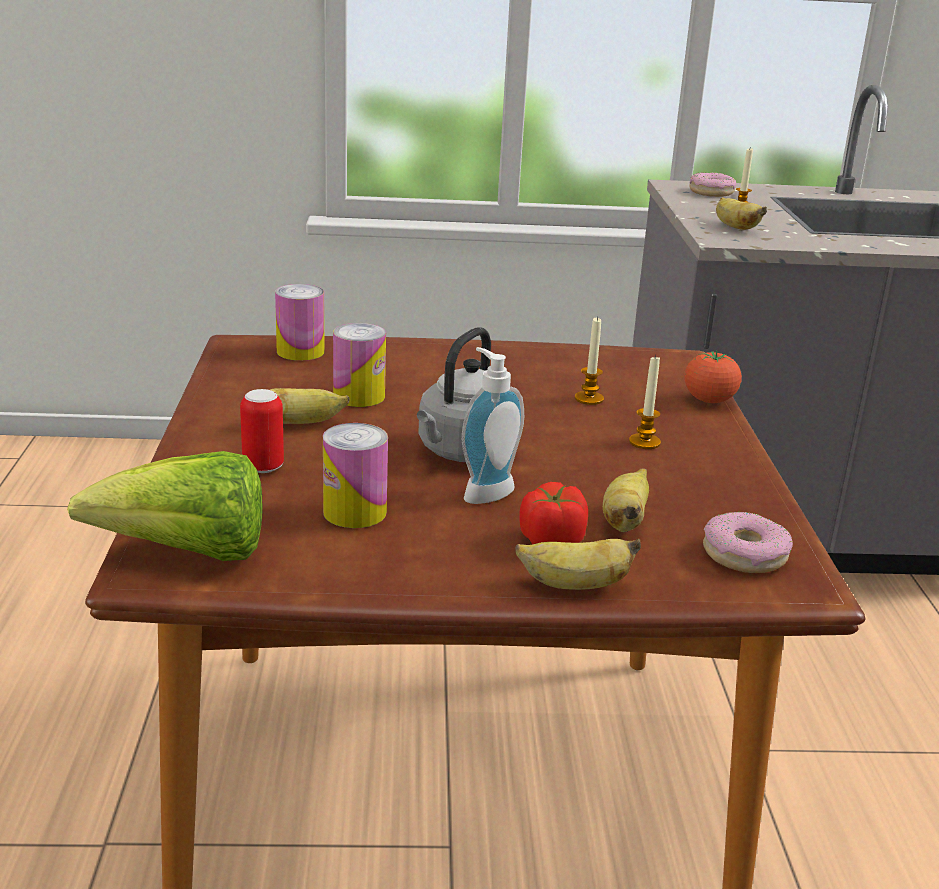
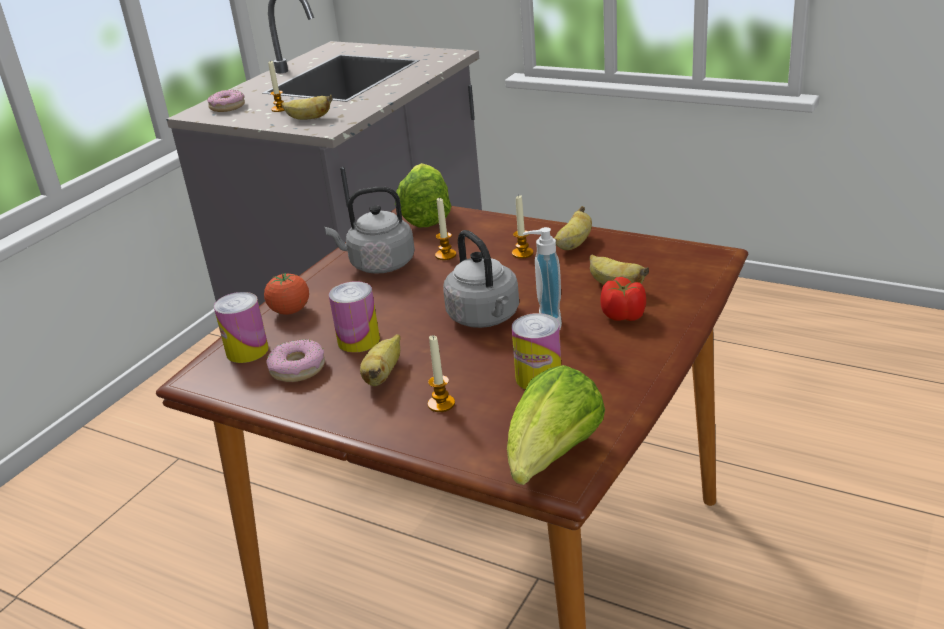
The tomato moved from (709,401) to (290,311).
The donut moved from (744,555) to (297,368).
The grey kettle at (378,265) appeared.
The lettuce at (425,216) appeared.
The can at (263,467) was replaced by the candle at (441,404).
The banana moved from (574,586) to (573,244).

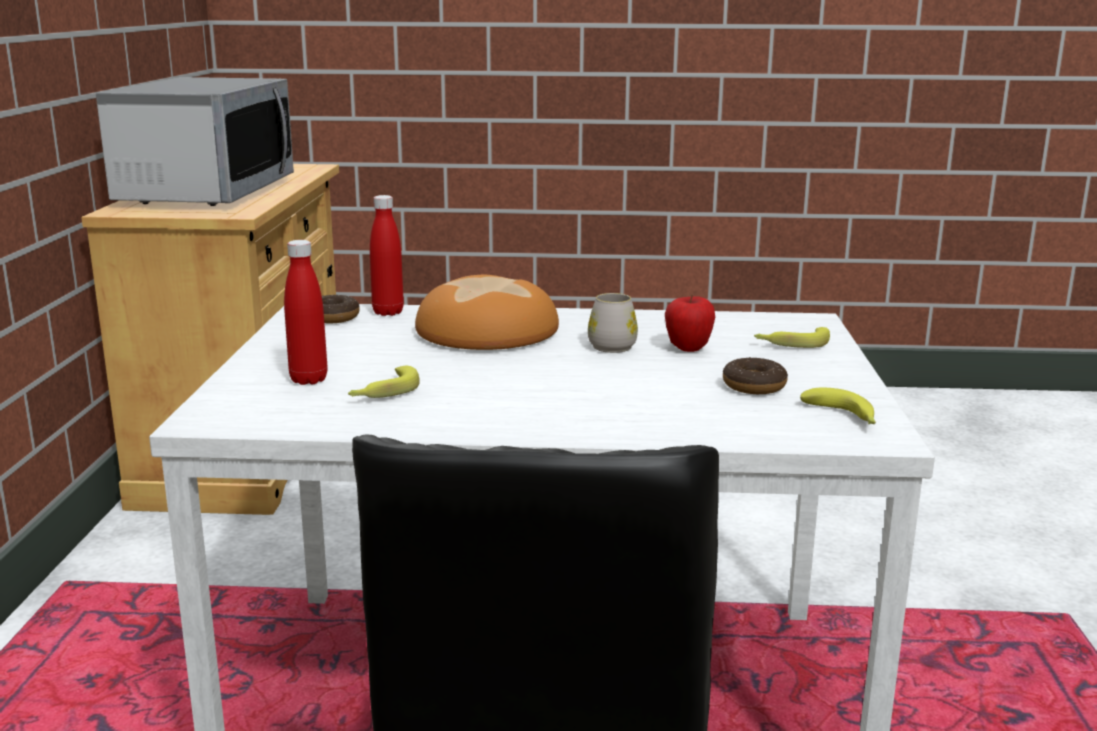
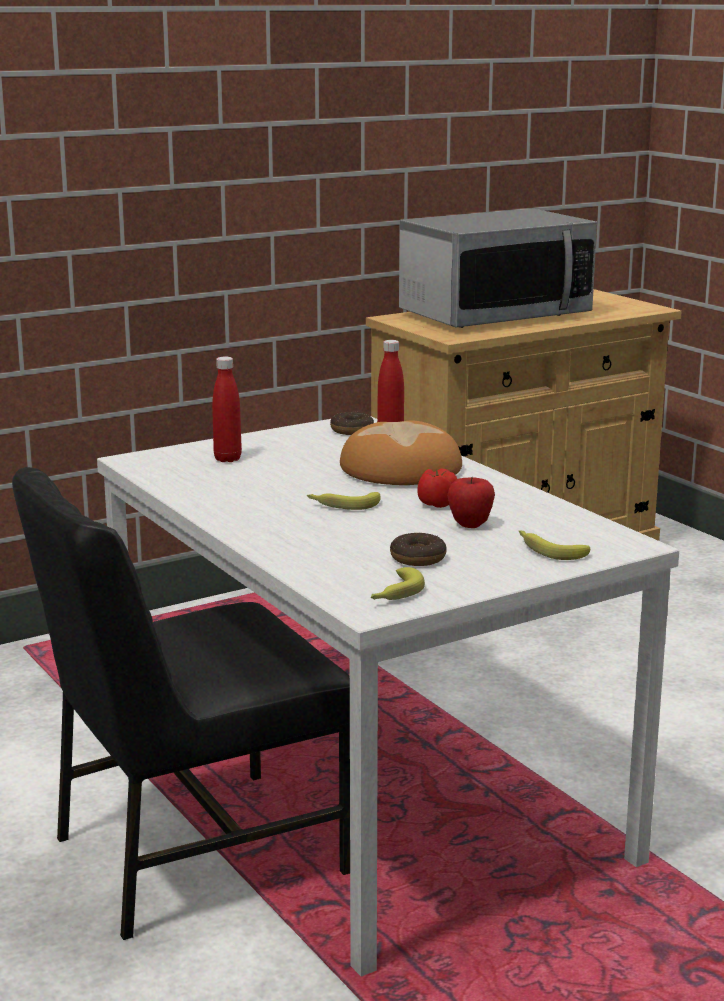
The banana moved from (383,392) to (343,505).
The white mug at (612,345) was replaced by the tomato at (436,504).

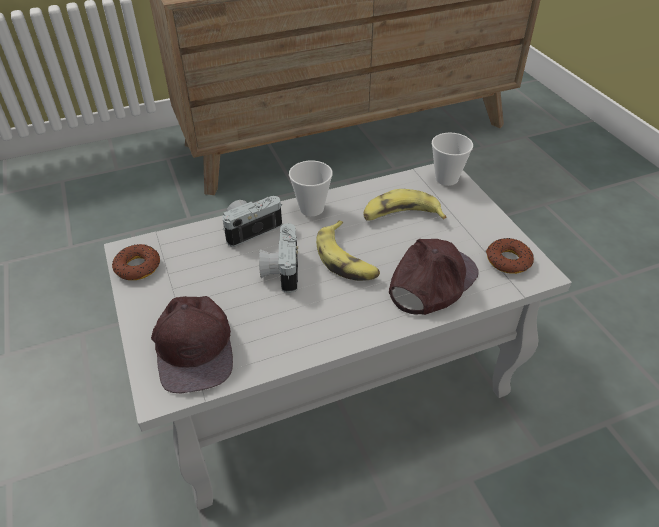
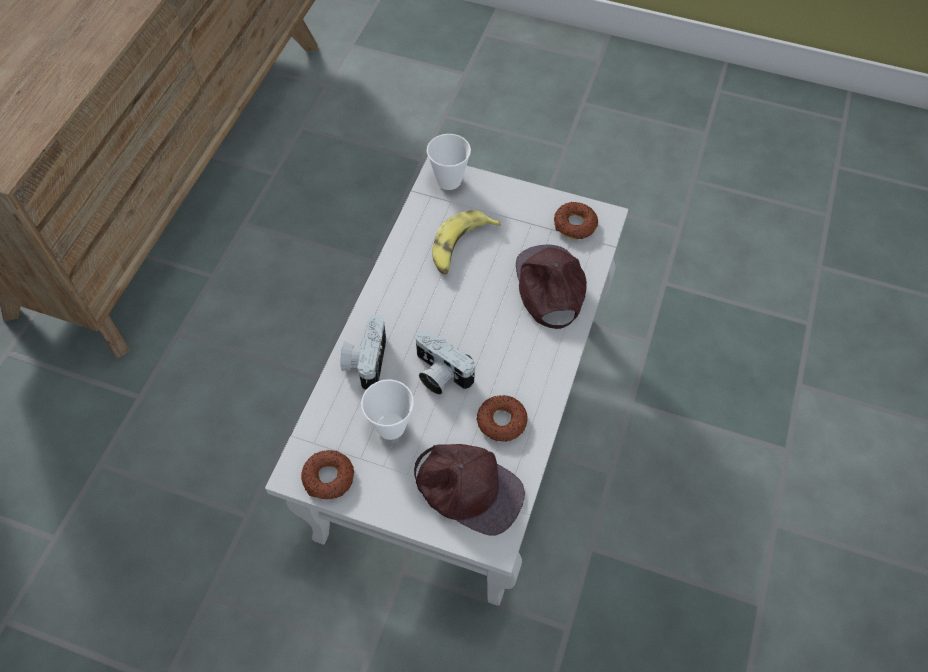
The cup moved from (311,208) to (390,426).
The donut at (501,421) appeared.
The banana at (347,260) disappeared.

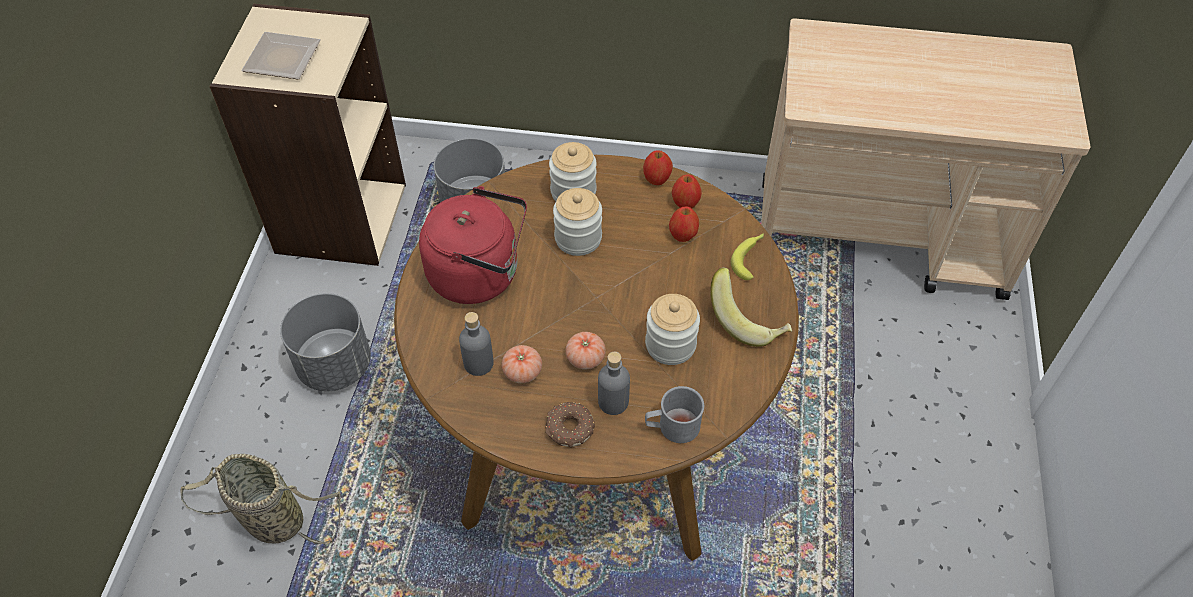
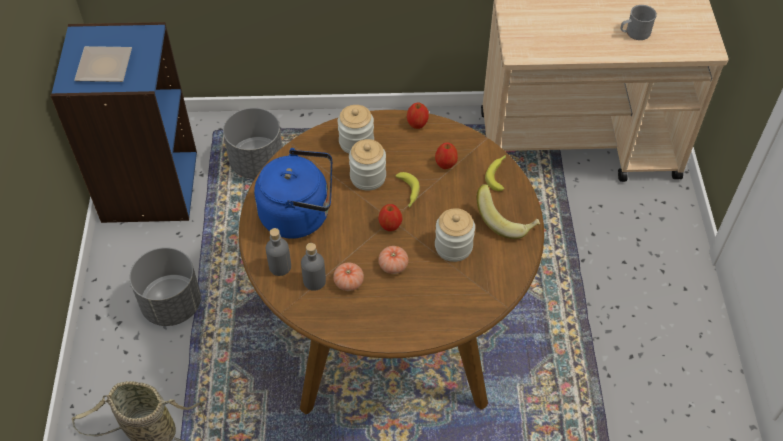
The beige bookcase at (340,218) became the blue bookcase at (148,186).
The red kettle at (480,274) became the blue kettle at (300,214).
The grey bottle moved from (613,402) to (280,266).
The apple moved from (685,203) to (390,225).
The banana at (407,193) appeared.
The grey mug moved from (672,427) to (634,33).
The donut at (569,428) disappeared.

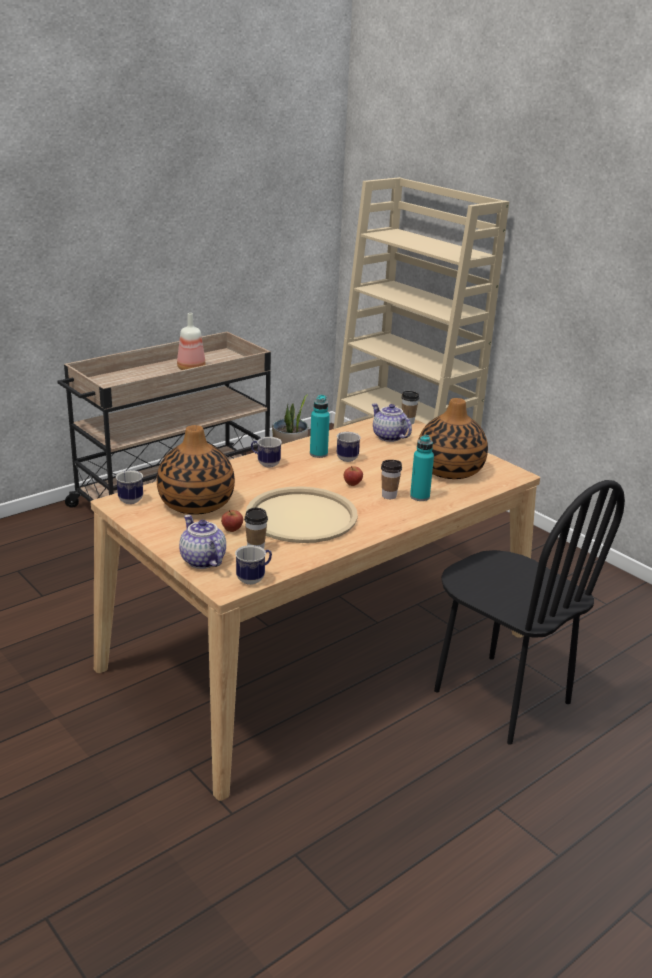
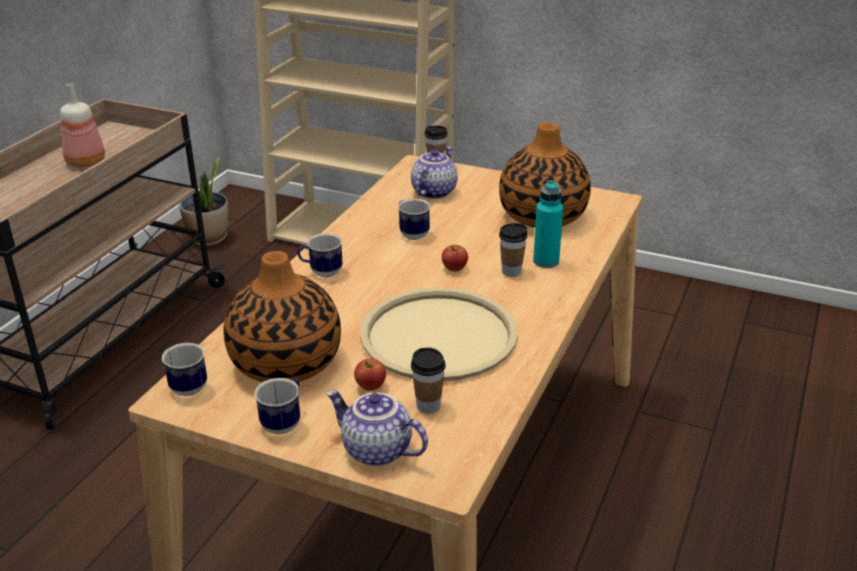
The mug moved from (254,578) to (284,422).
The teapot at (388,437) turned 90 degrees clockwise.
The turquoise bottle at (318,454) disappeared.
The black chair at (501,697) disappeared.

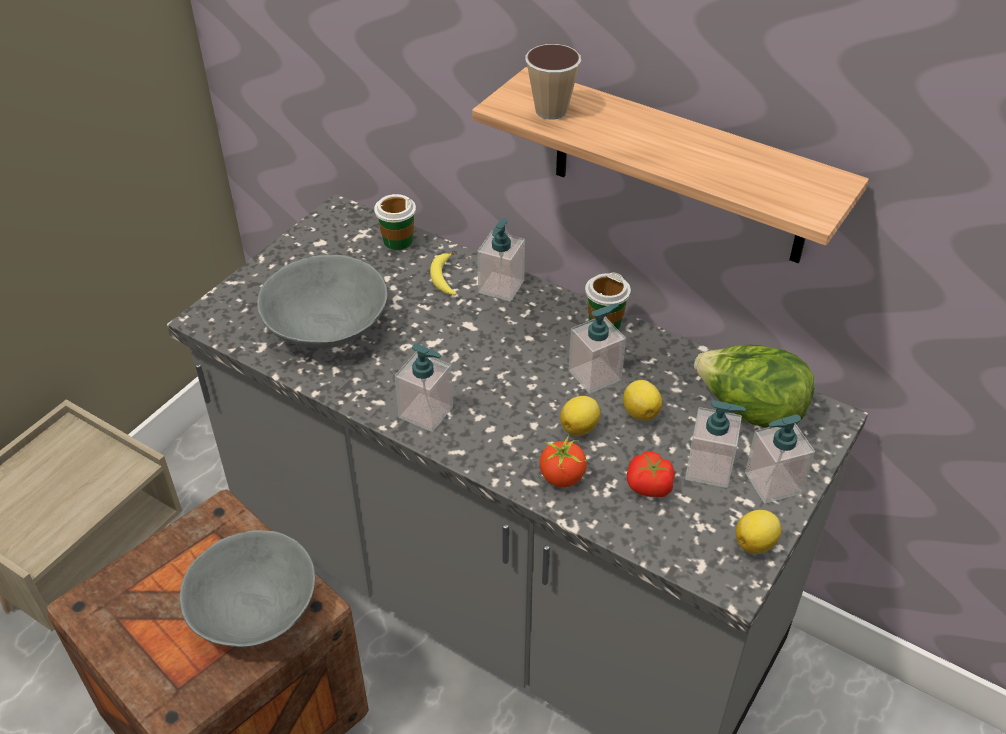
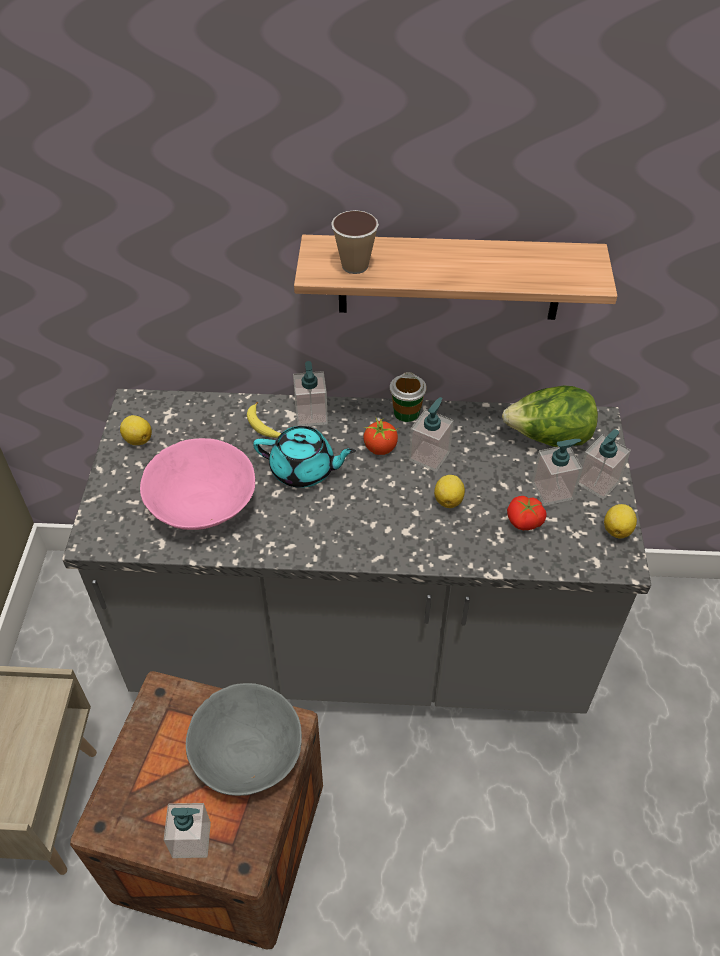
The lemon moved from (640,412) to (138,439).
The grey bowl at (327,327) became the pink bowl at (202,504).
The soap dispenser moved from (426,412) to (192,840).
The turquoise teapot at (304,470) appeared.
The tomato moved from (562,477) to (380,448).
The cup at (397,241) disappeared.

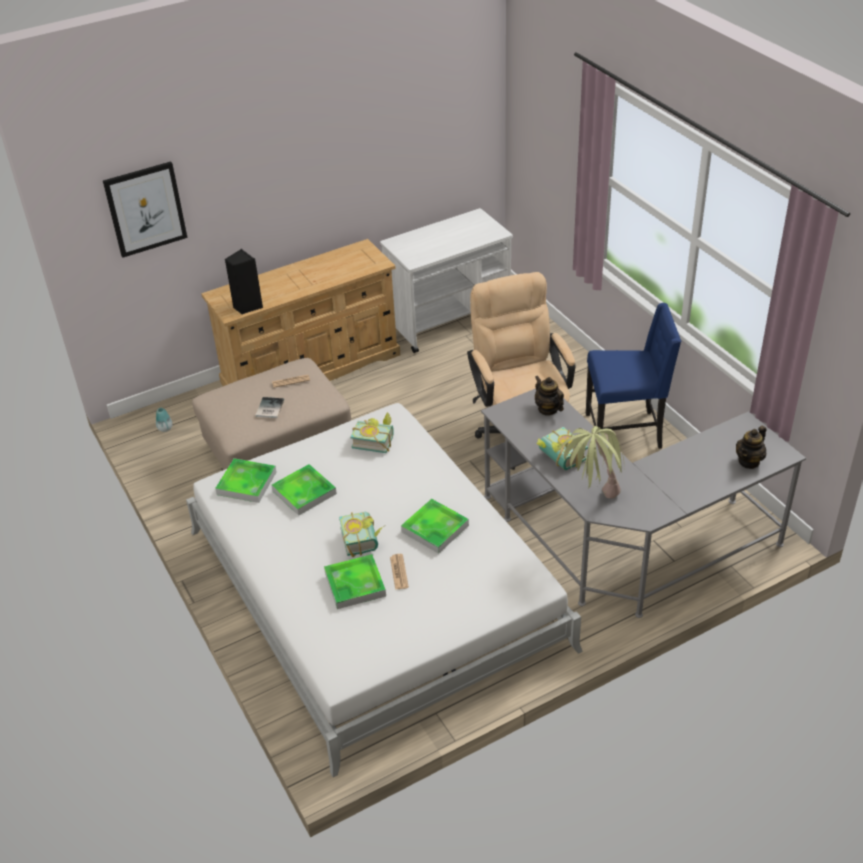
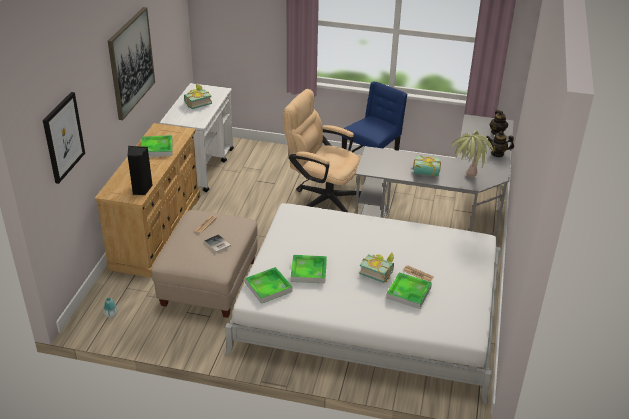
The picture at (131,62) appeared.
The tray moved from (435,528) to (157,148).
The book moved from (374,440) to (197,103).
The teapot moved from (548,409) to (497,153).

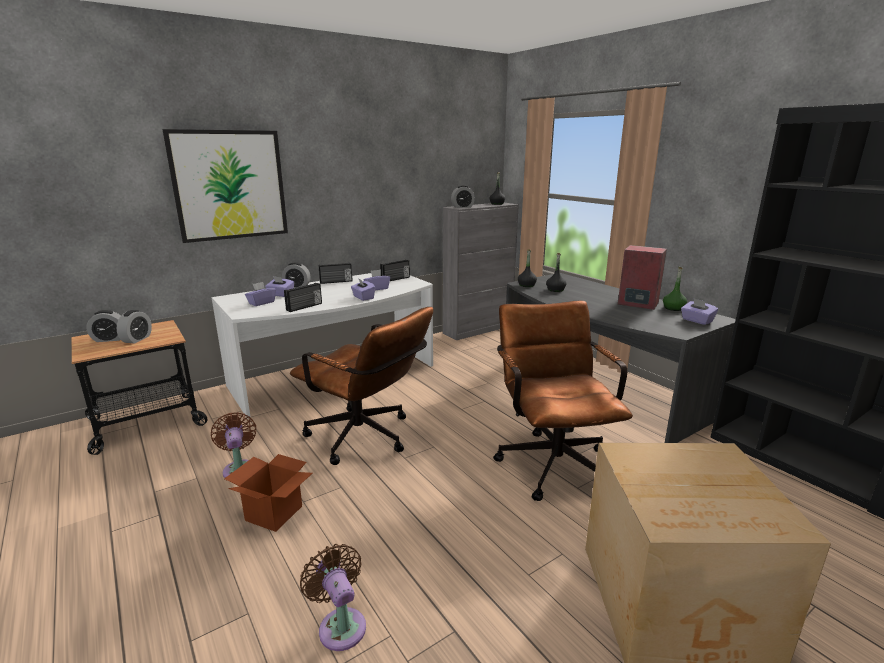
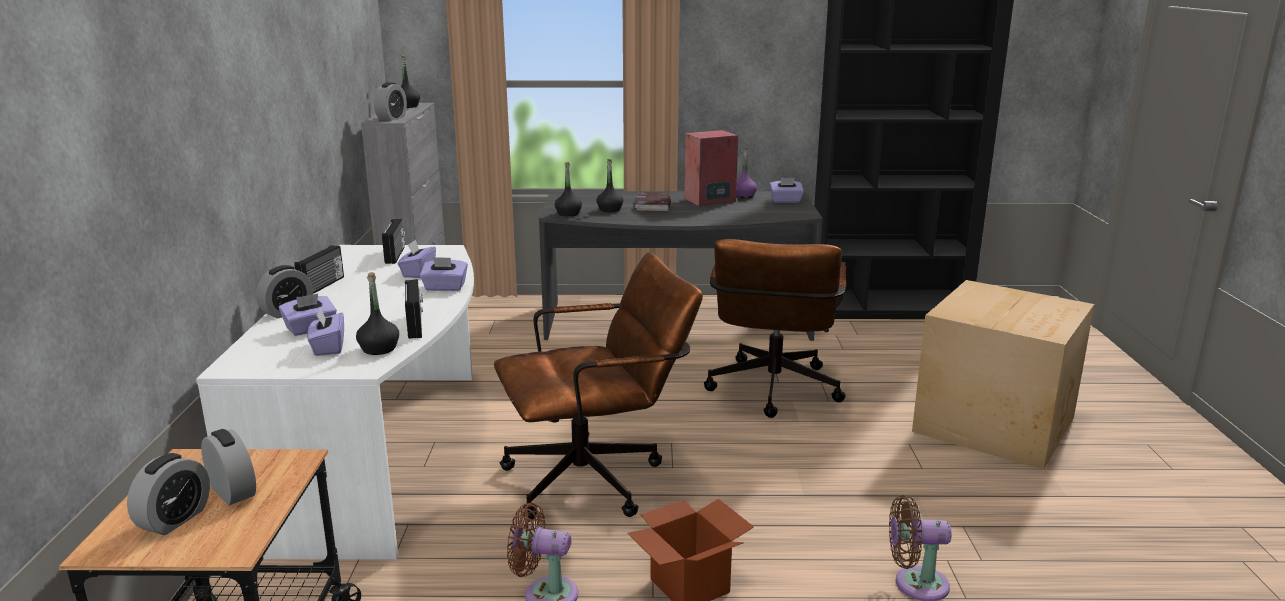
The black bottle at (379,349) appeared.
The book at (653,205) appeared.
The brown office chair at (552,459) turned 105 degrees counterclockwise.
The green bottle at (673,308) became the purple bottle at (743,196).
The picture at (229,185) disappeared.

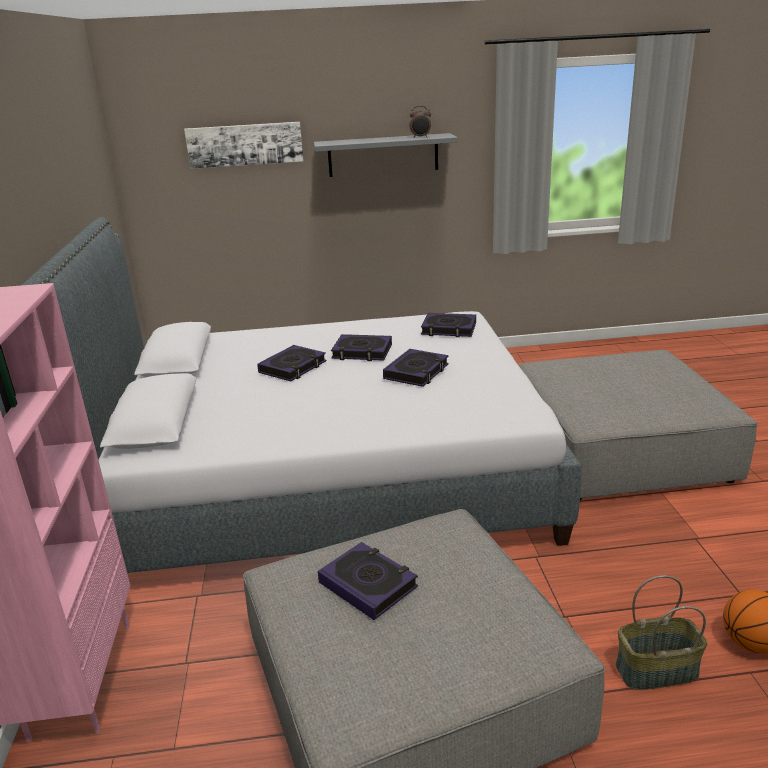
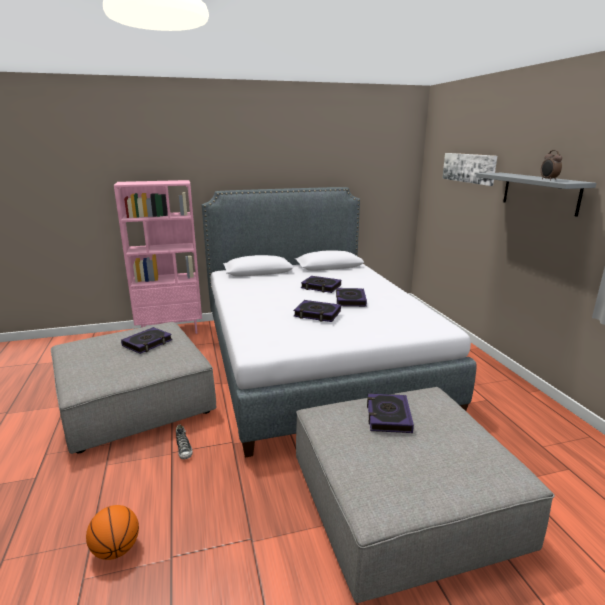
The shoe at (184,450) appeared.
The book moved from (449,329) to (388,416).
The basket at (656,671) disappeared.

